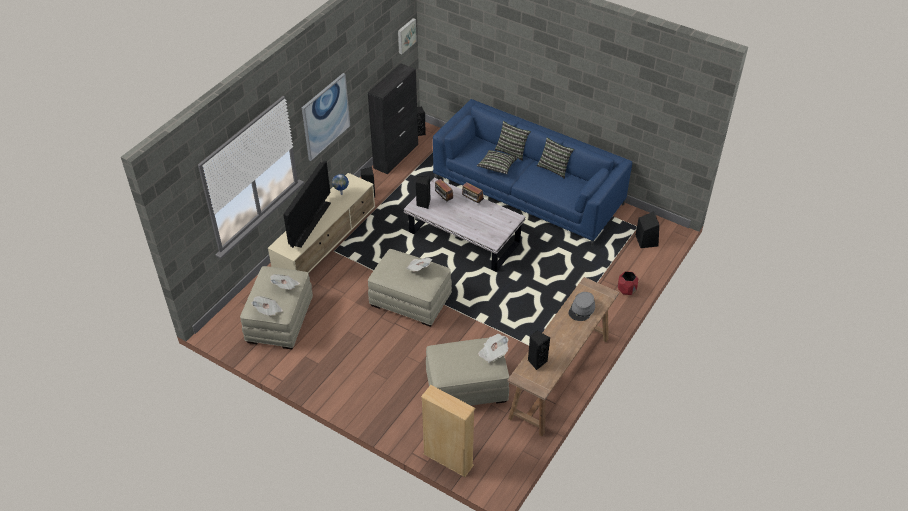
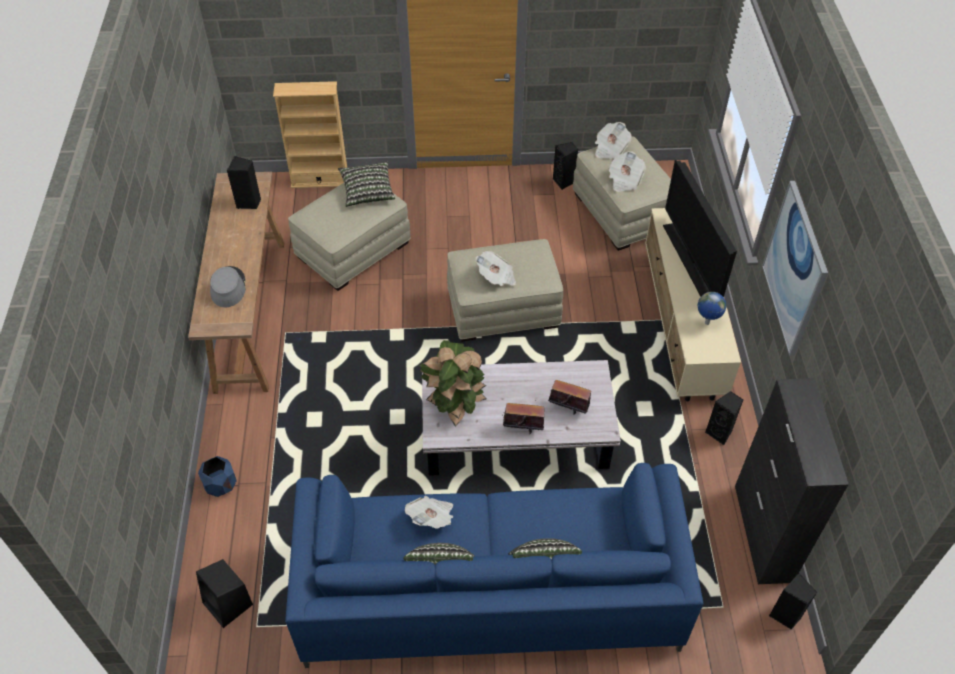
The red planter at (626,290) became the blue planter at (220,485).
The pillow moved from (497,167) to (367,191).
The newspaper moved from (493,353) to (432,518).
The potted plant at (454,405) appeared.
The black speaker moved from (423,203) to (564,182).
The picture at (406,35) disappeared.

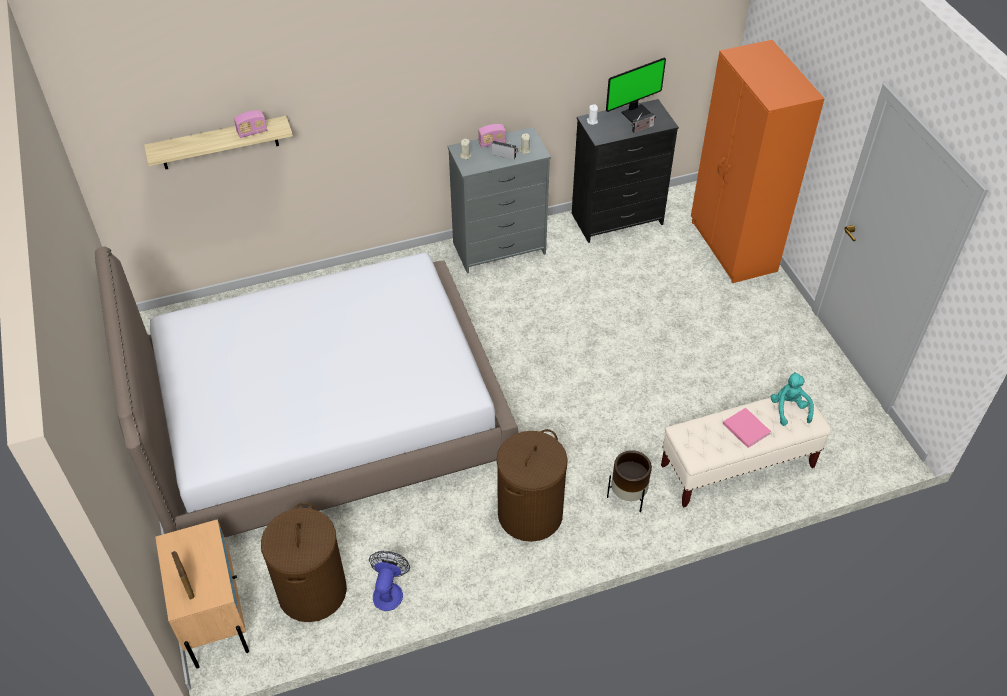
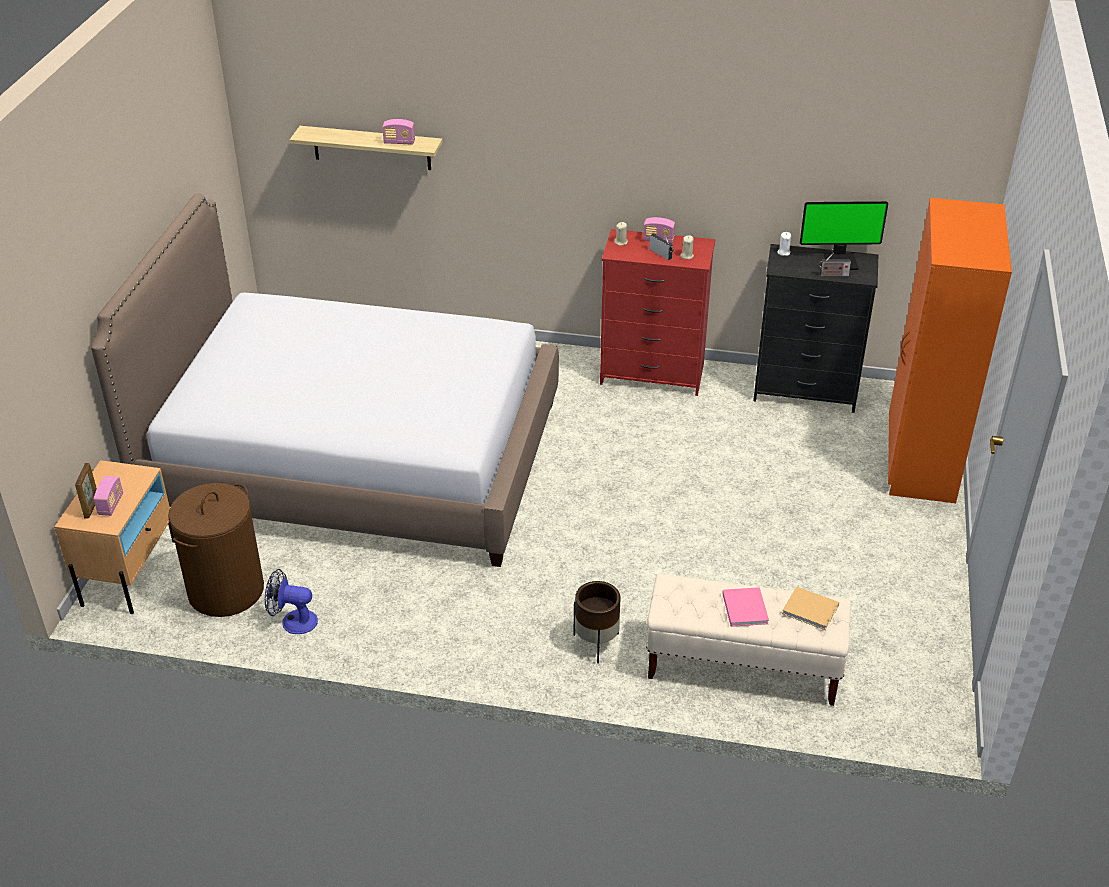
The radio at (111,504) appeared.
The fan at (389,591) turned 120 degrees counterclockwise.
The grey dresser at (499,249) became the red dresser at (652,374).
The turquoise plush toy at (789,409) was replaced by the beige book at (811,610).
The brown laundry basket at (530,513) disappeared.

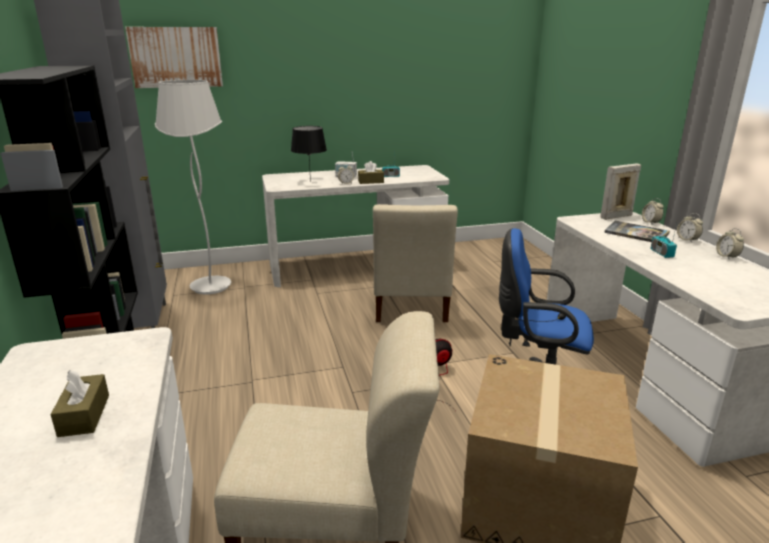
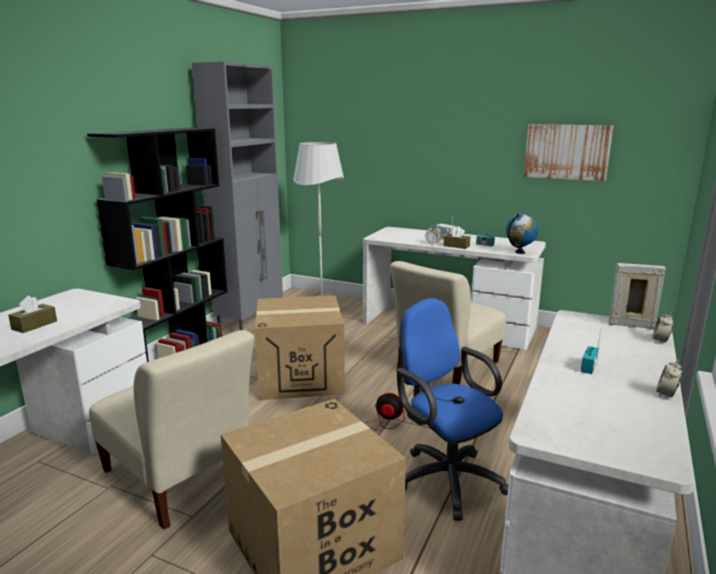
The cardboard box at (301,377) appeared.
The globe at (520,252) appeared.
The picture moved from (176,57) to (567,152).
The black table lamp at (310,181) disappeared.
The book at (636,233) disappeared.
The alarm clock at (687,240) disappeared.

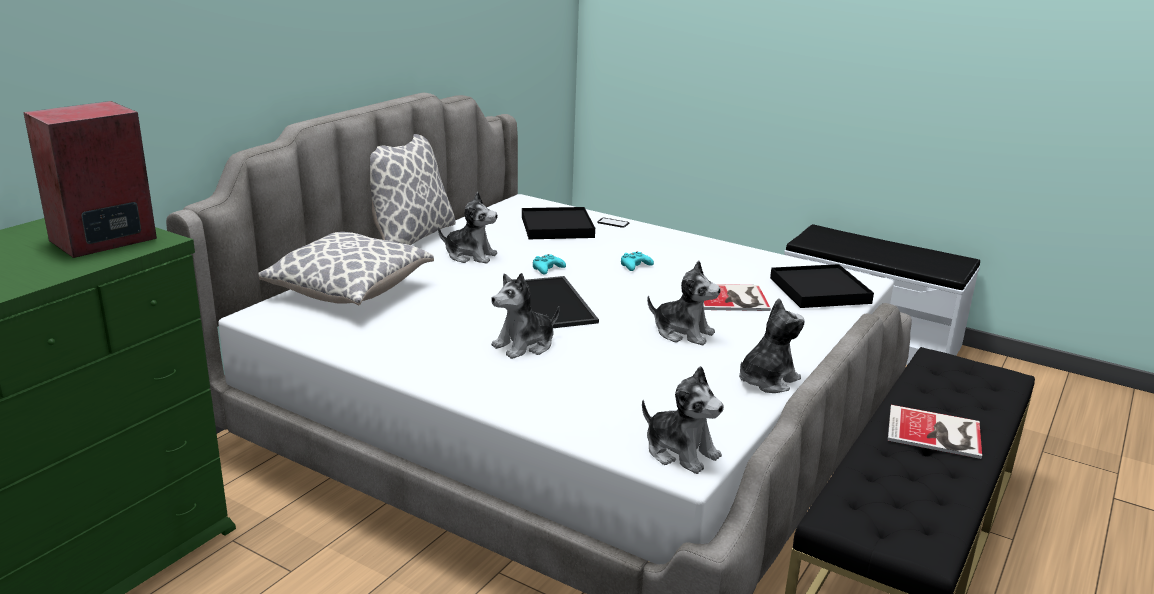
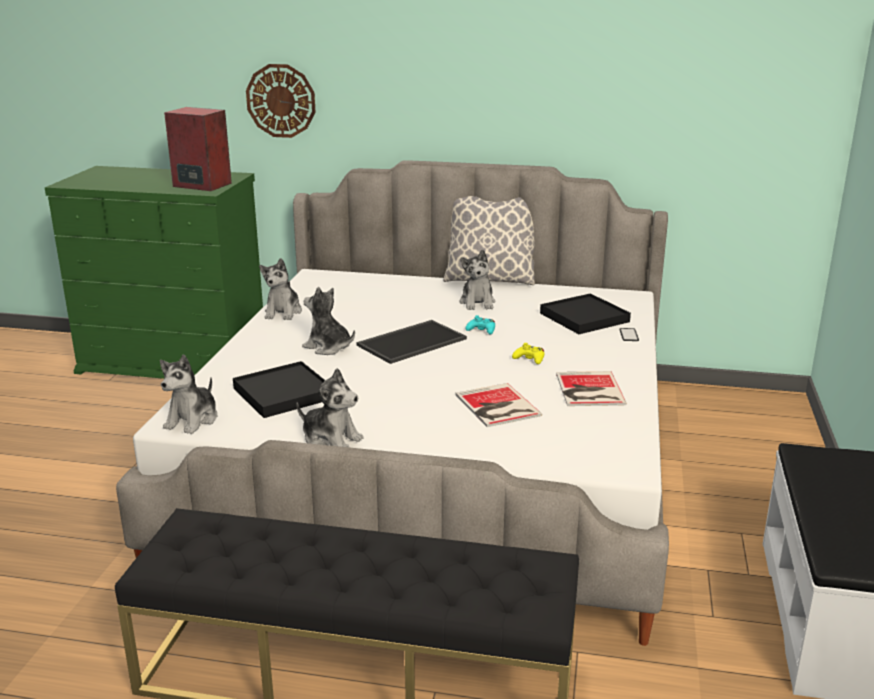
The black tray moved from (819,290) to (283,393).
The wall clock at (281,101) appeared.
The plush toy moved from (683,333) to (283,312).
The turquoise game controller at (635,266) became the yellow game controller at (529,359).
The book moved from (936,433) to (588,390).
The pillow at (350,292) disappeared.

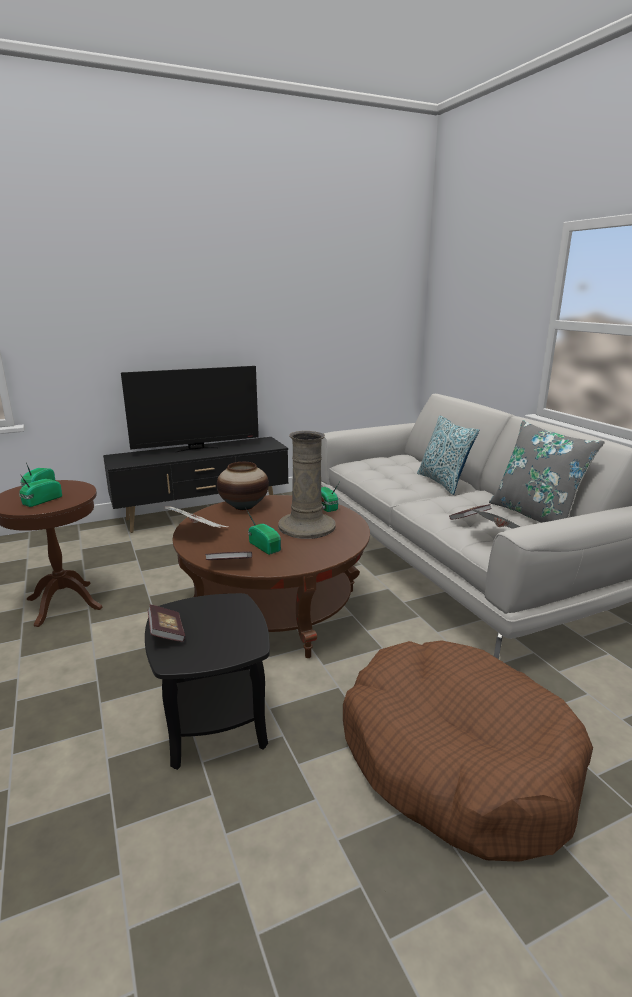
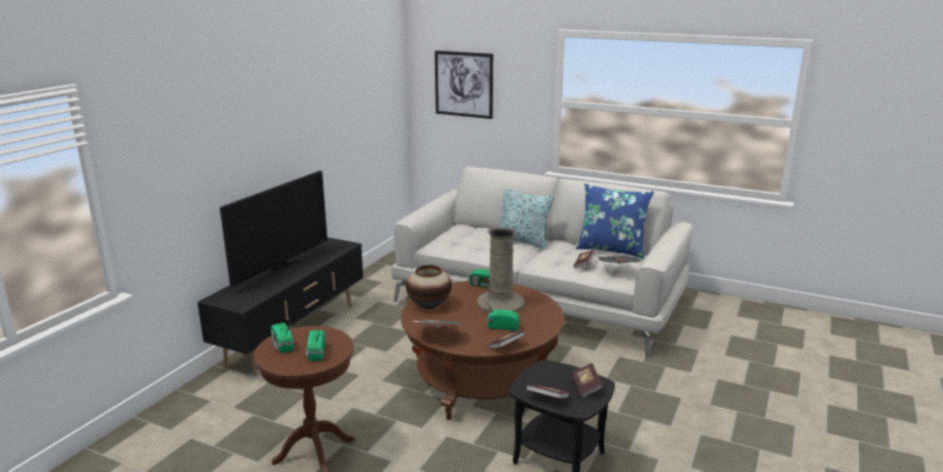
The picture at (463,84) appeared.
The book at (586,387) appeared.
The grey pillow at (535,515) became the blue pillow at (611,249).
The brown dog bed at (455,760) disappeared.

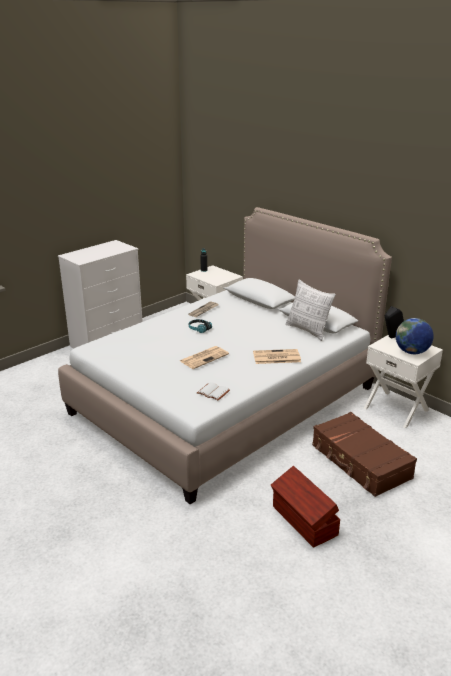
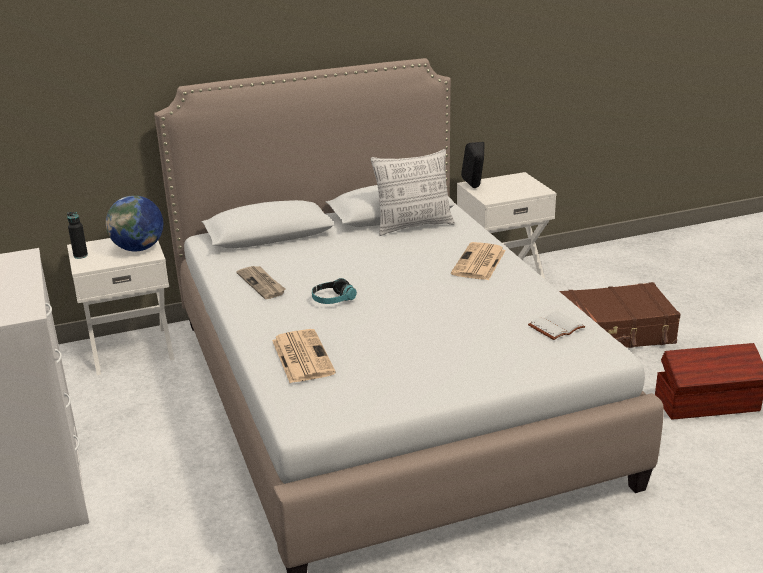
The globe moved from (411,352) to (138,248).
The newspaper moved from (204,357) to (301,356).

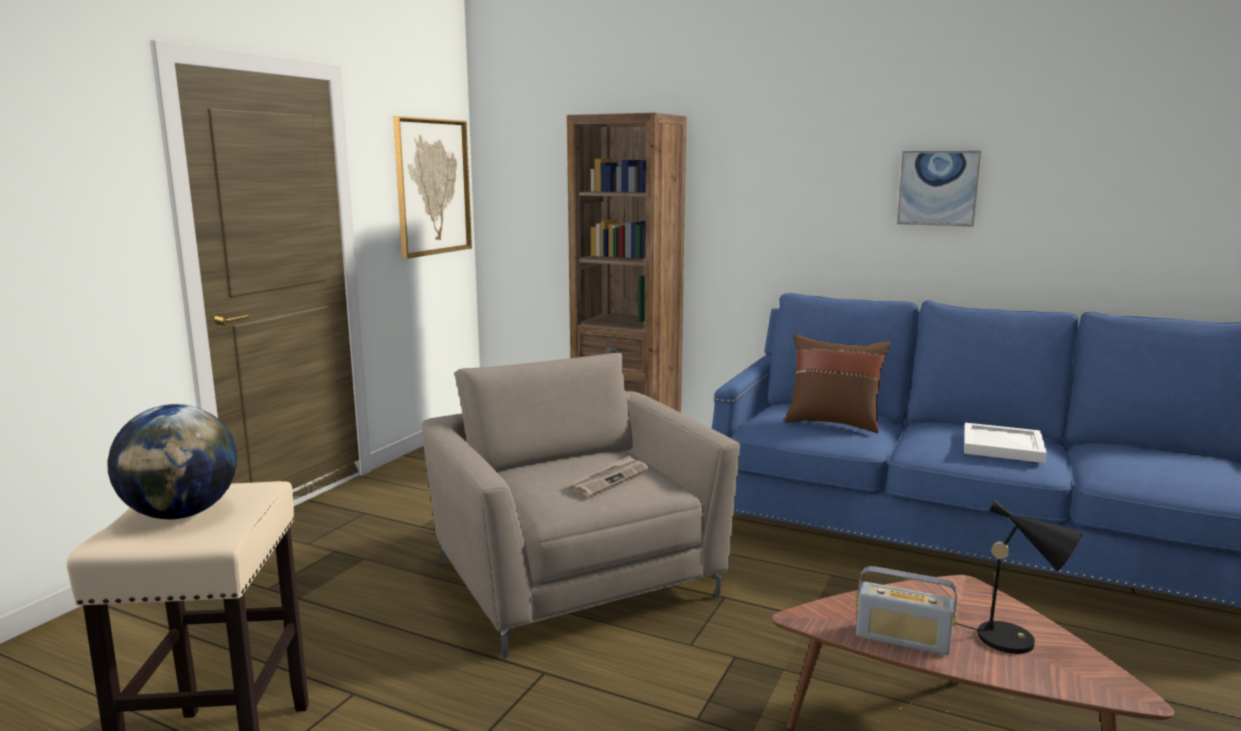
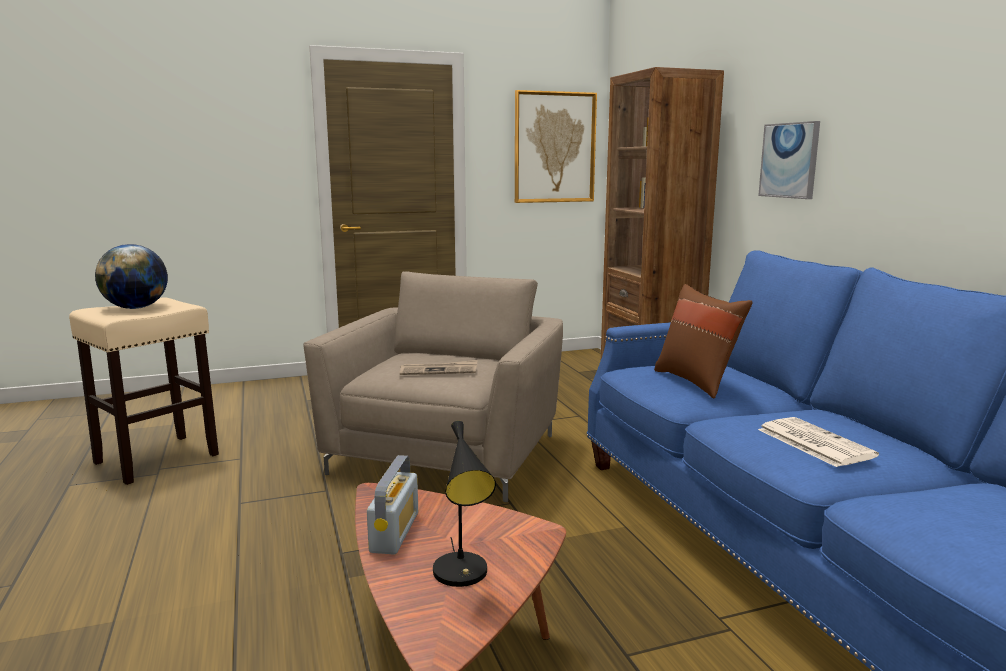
The radio at (902,639) turned 150 degrees counterclockwise.
The picture moved from (938,188) to (789,160).
The white tray at (1001,446) was replaced by the newspaper at (813,442).

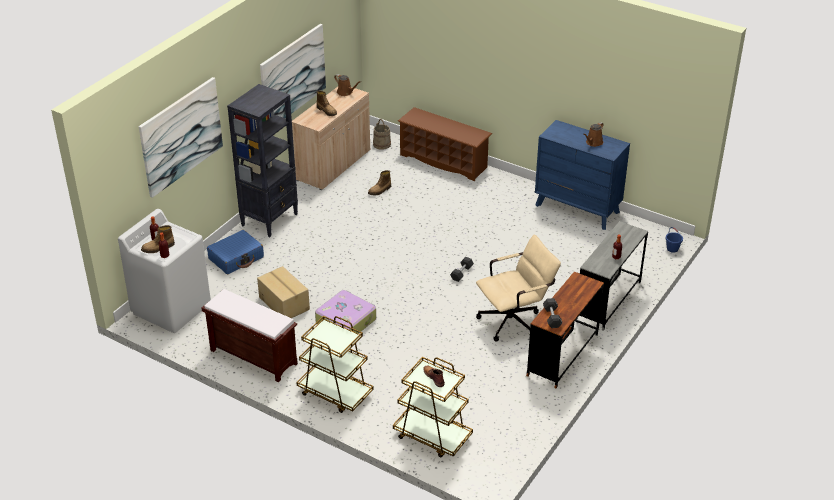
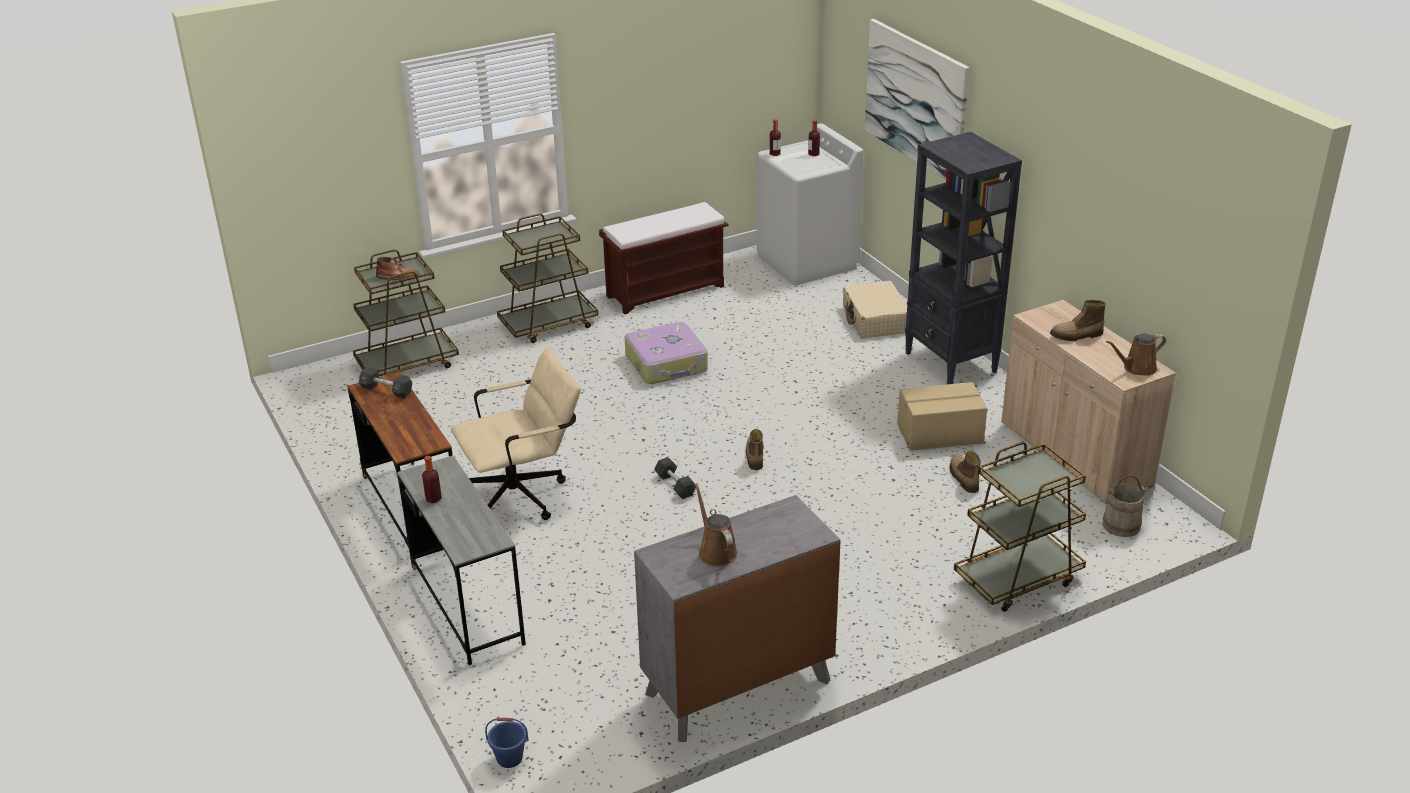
The beige office chair at (515,320) turned 120 degrees counterclockwise.
The blue dresser at (577,208) became the grey dresser at (738,687).
The boot moved from (158,248) to (754,455).
The blue suitcase at (236,258) became the beige suitcase at (875,320).
The cardboard box moved from (284,303) to (940,434).
The brown shoe rack at (444,161) was replaced by the brown cart at (1017,579).
The picture at (293,76) disappeared.

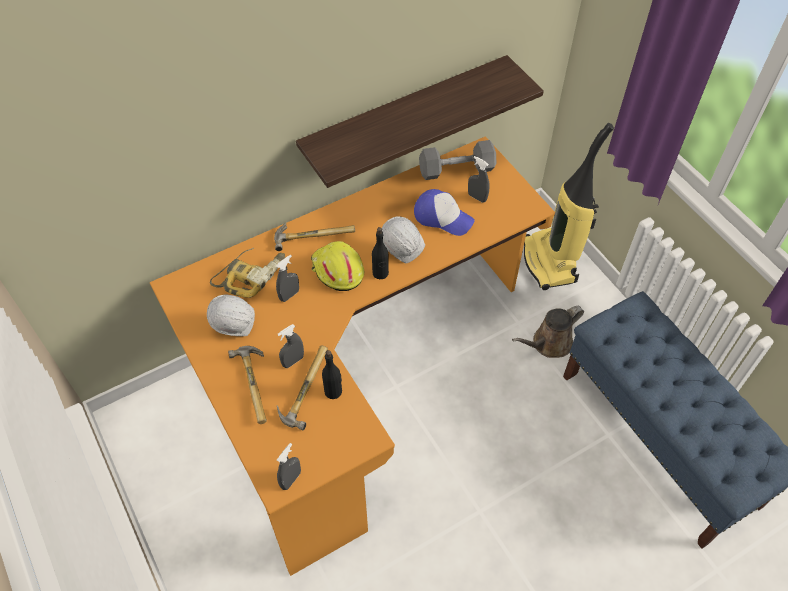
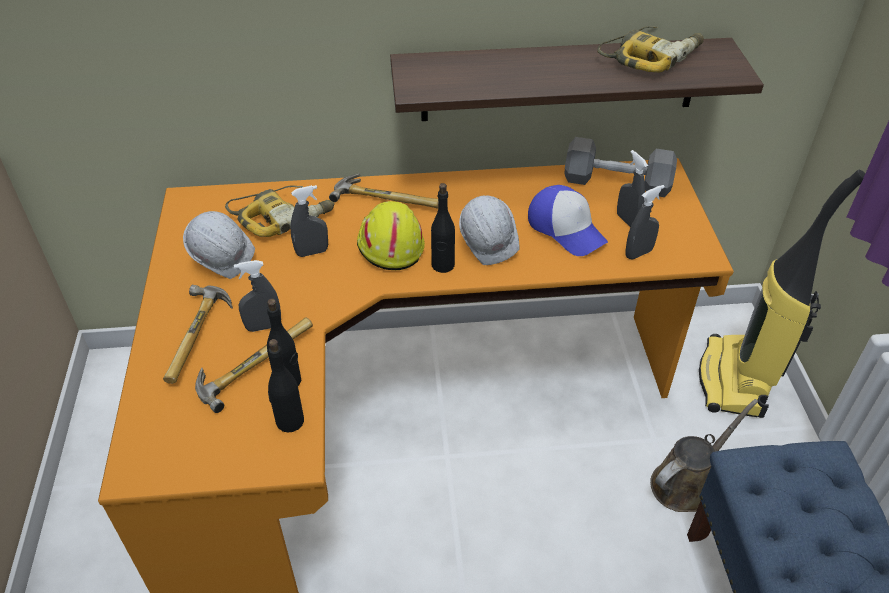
The black bottle at (289,421) appeared.
The power drill at (651,56) appeared.
The grey spray bottle moved from (291,479) to (638,253).
The brown watering can at (549,344) turned 150 degrees clockwise.

